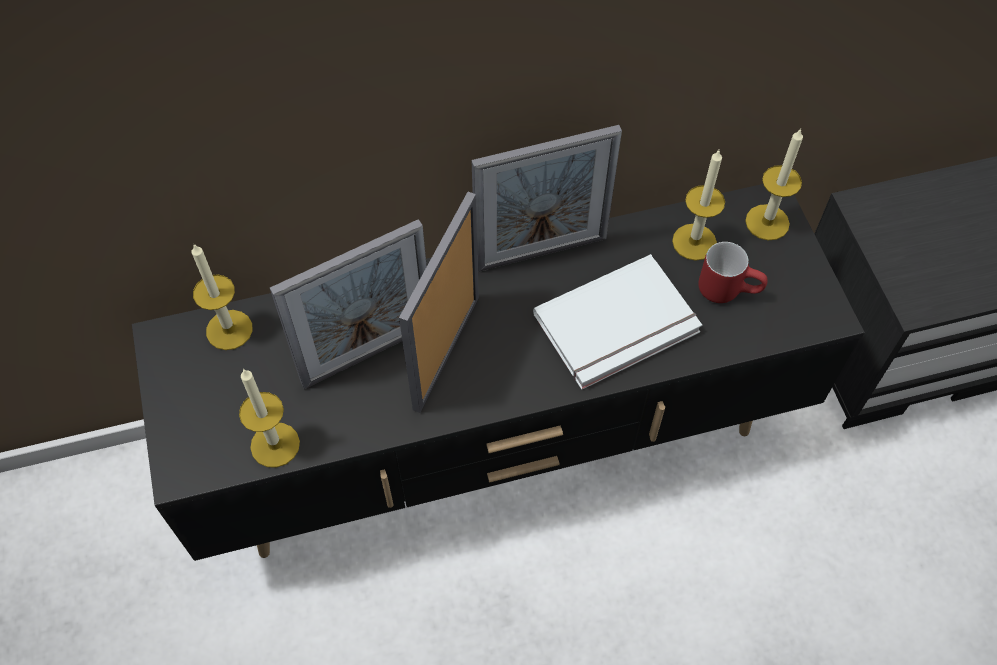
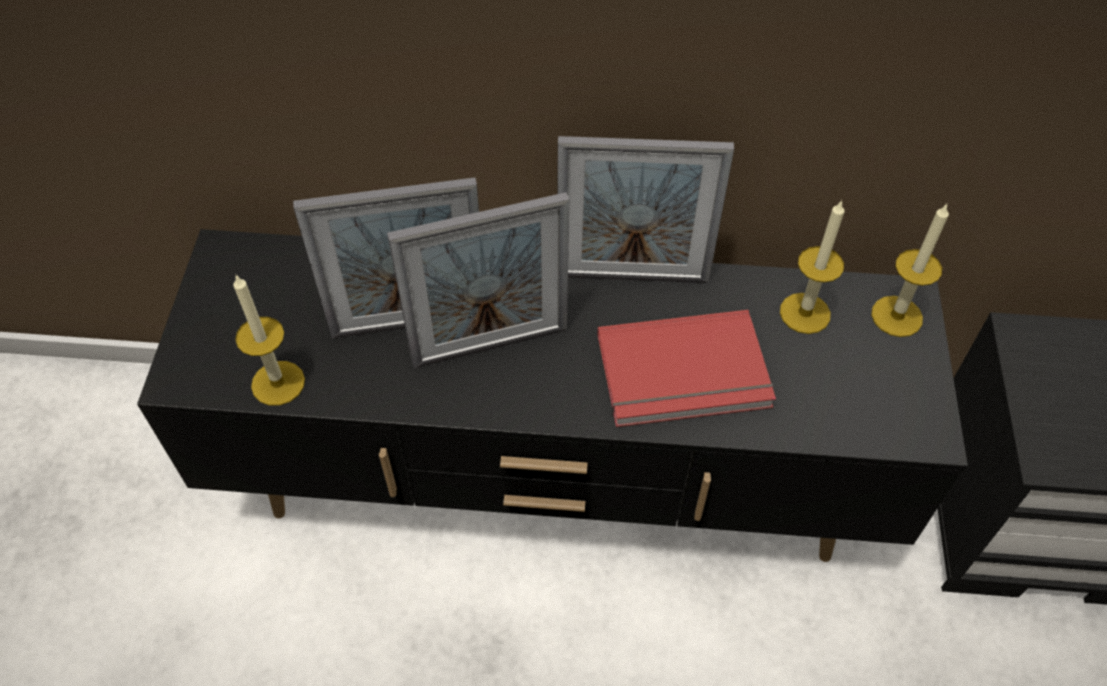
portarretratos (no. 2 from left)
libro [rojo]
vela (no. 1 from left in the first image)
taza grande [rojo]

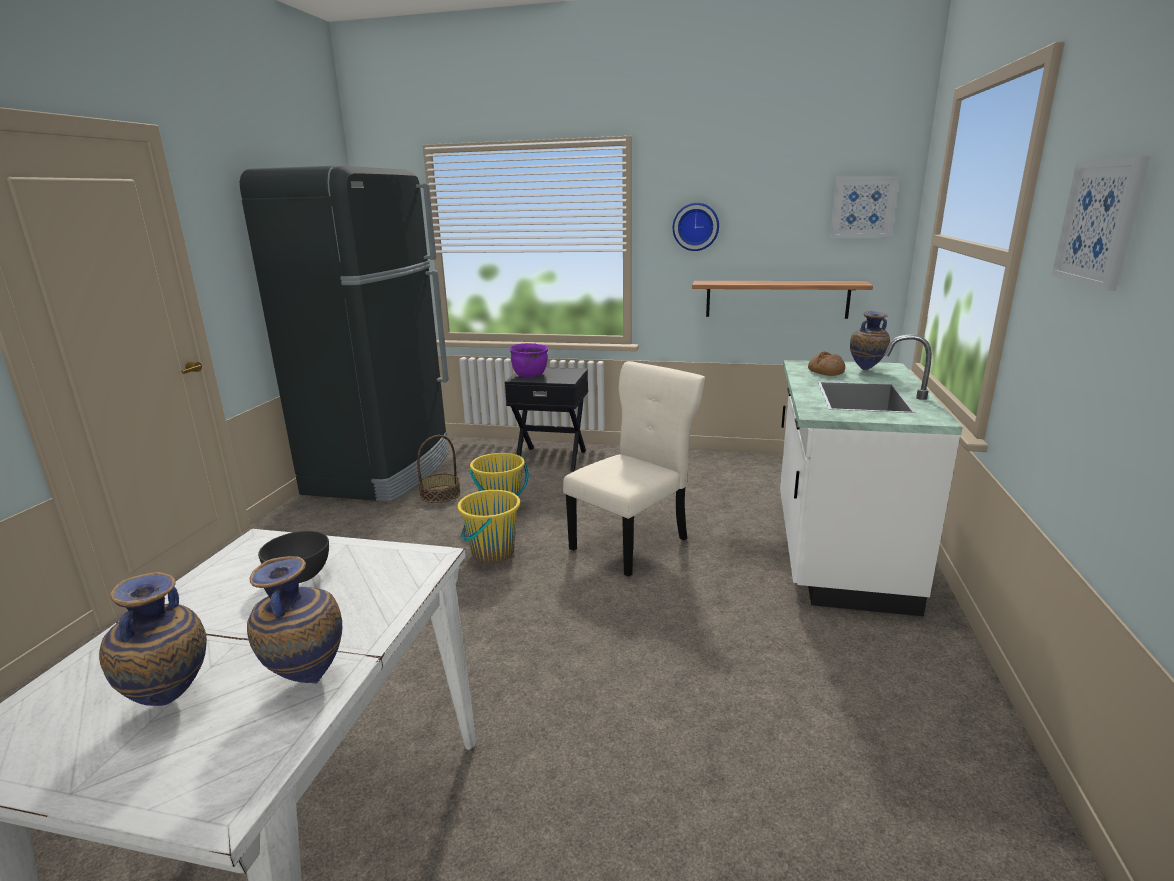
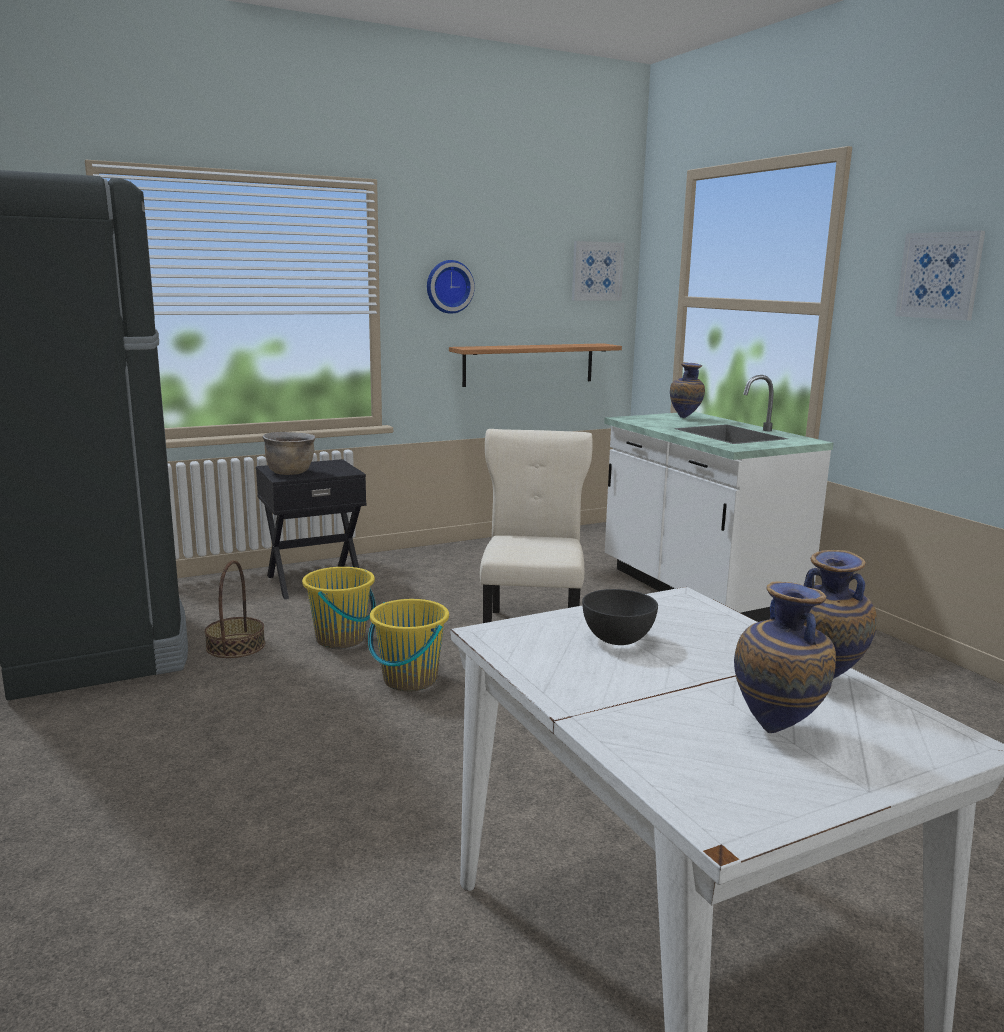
olla [marrón]
pan

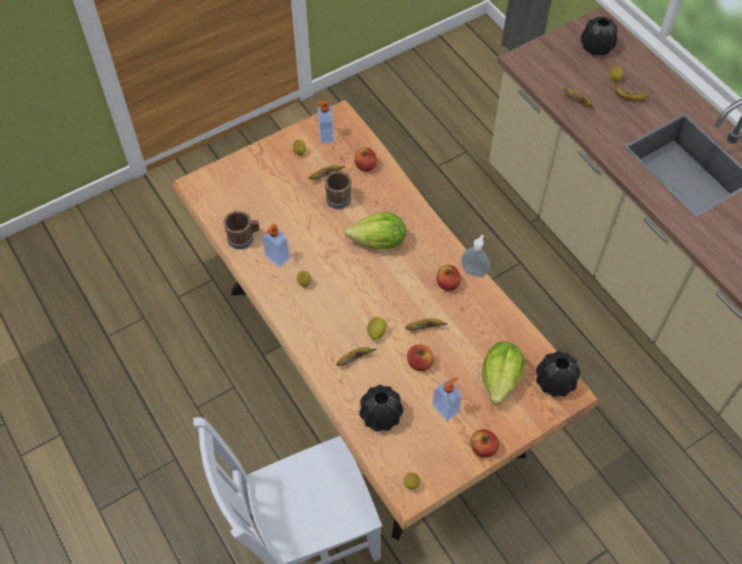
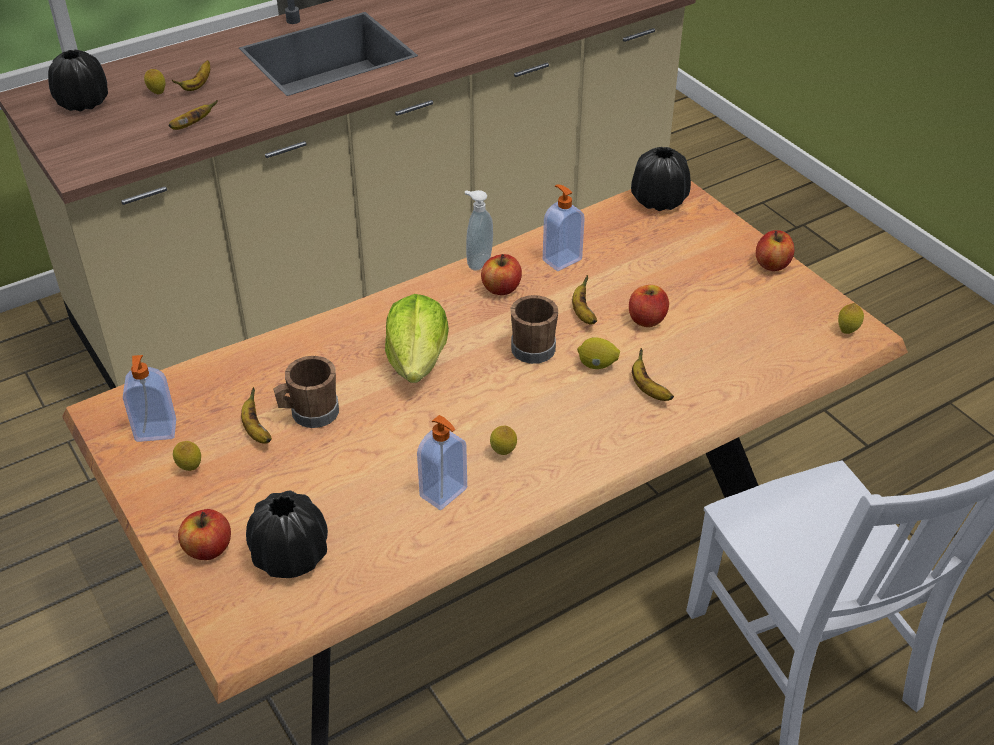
manzana (no. 1 from left)
florero [negro] (no. 2 from left)
taza grande [marrón] (no. 2 from left)
dispensador de jabón (no. 4 from left)
lechuga (no. 2 from left in the first image)

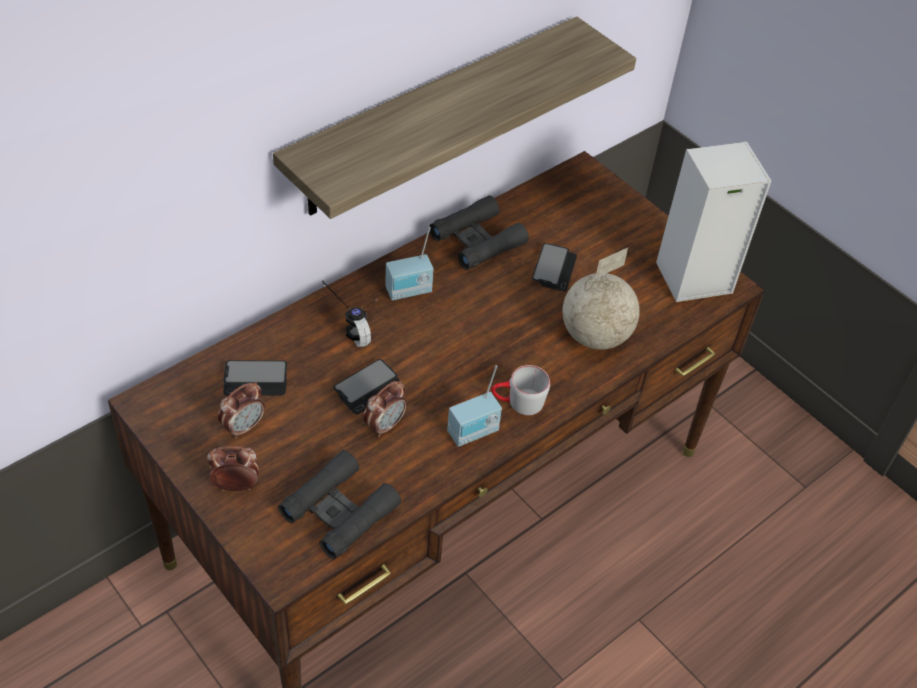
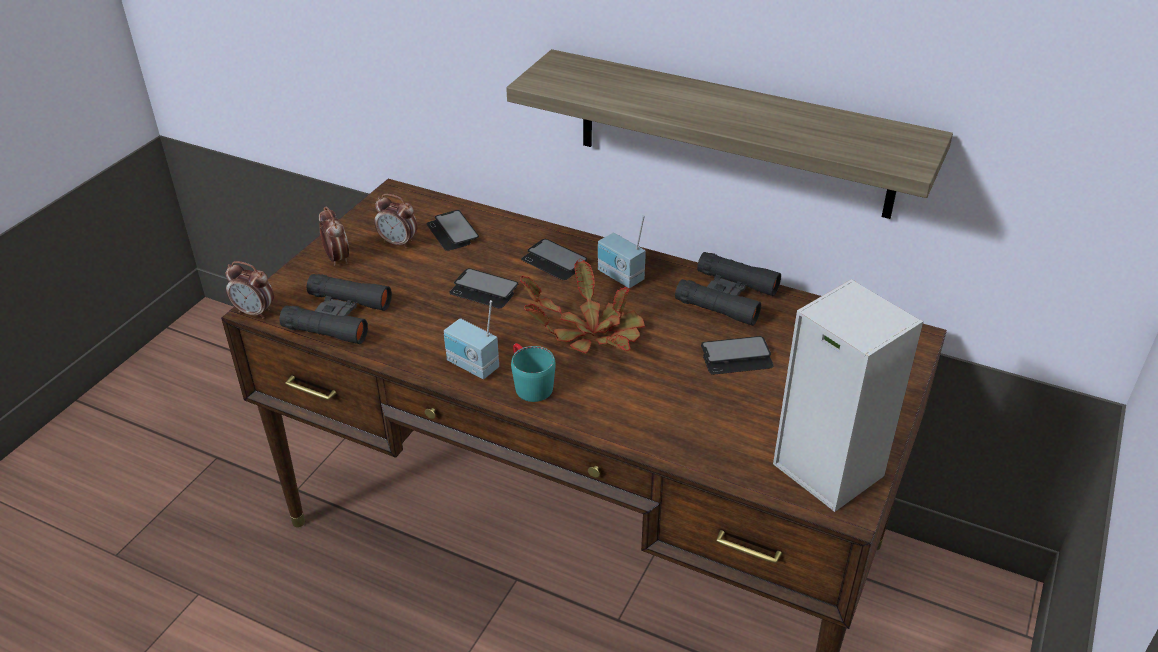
despertador (no. 1 from left)
taza grande [turquesa]
planta en maceta
móvil (no. 3 from left)
globo terráqueo

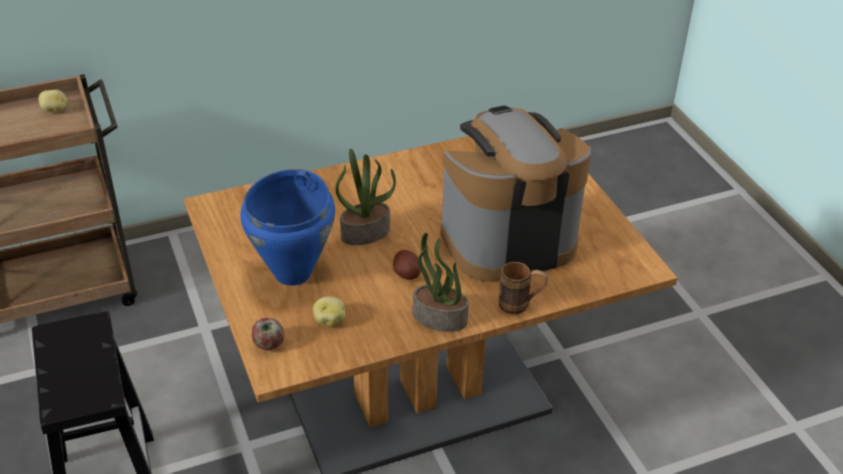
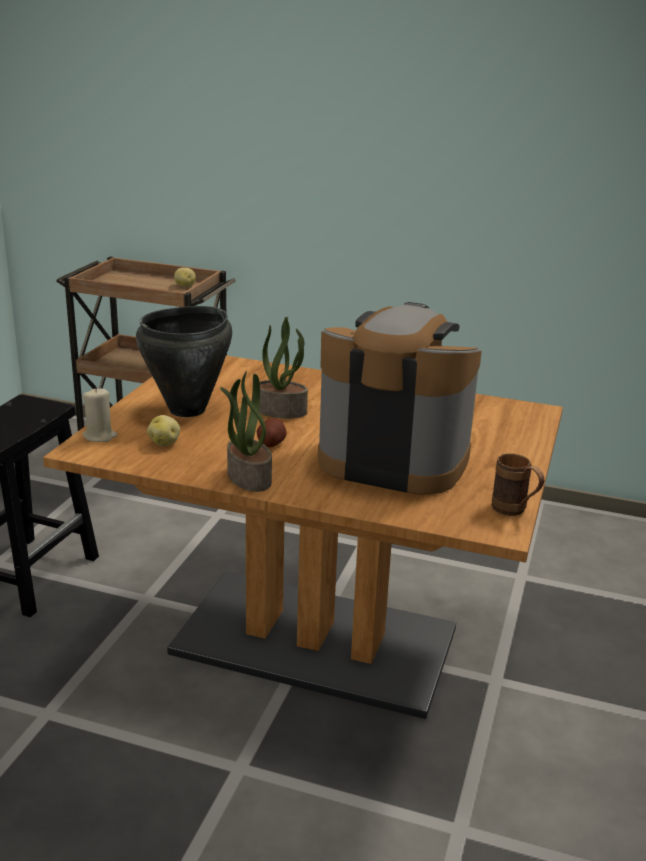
vela [beis]
olla [negro]
taza grande [marrón]

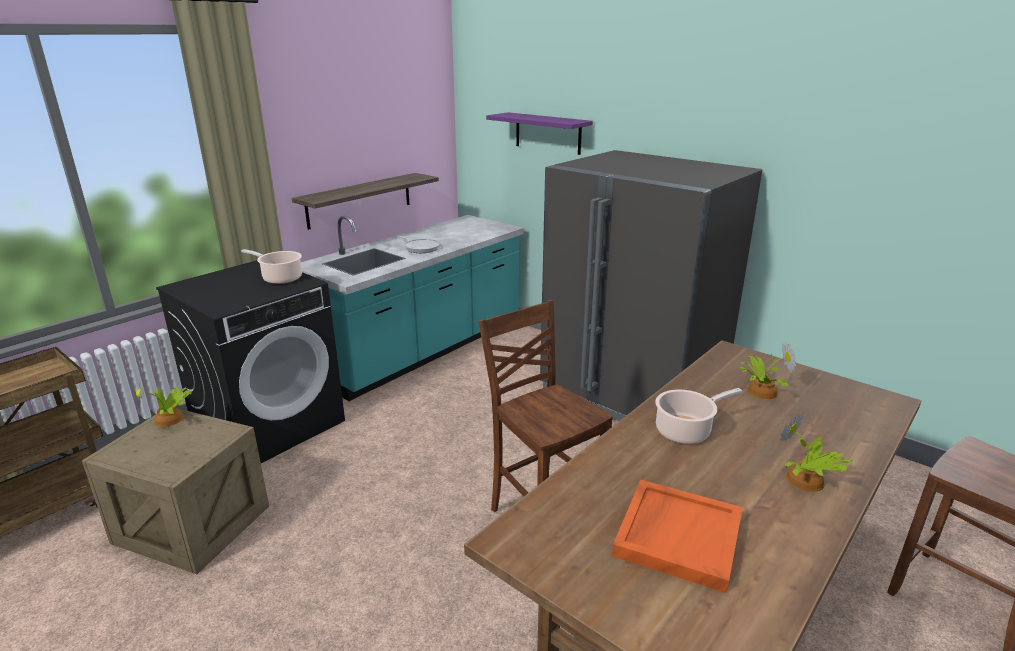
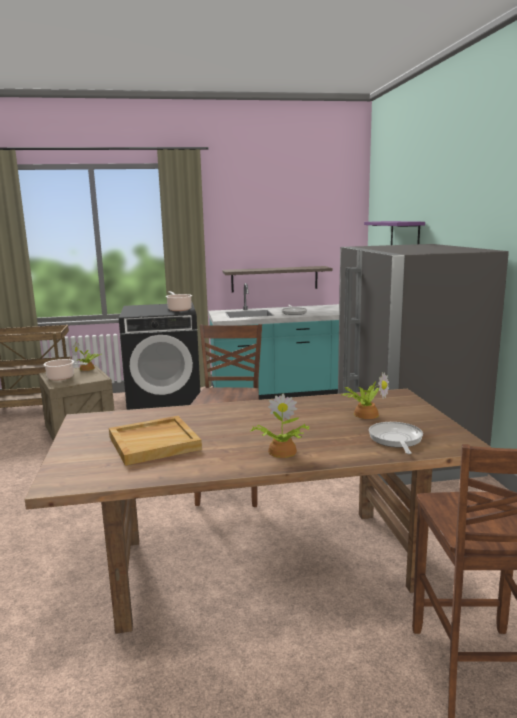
olla (no. 1 from left)
bandeja [beis]
sartén (no. 2 from left)

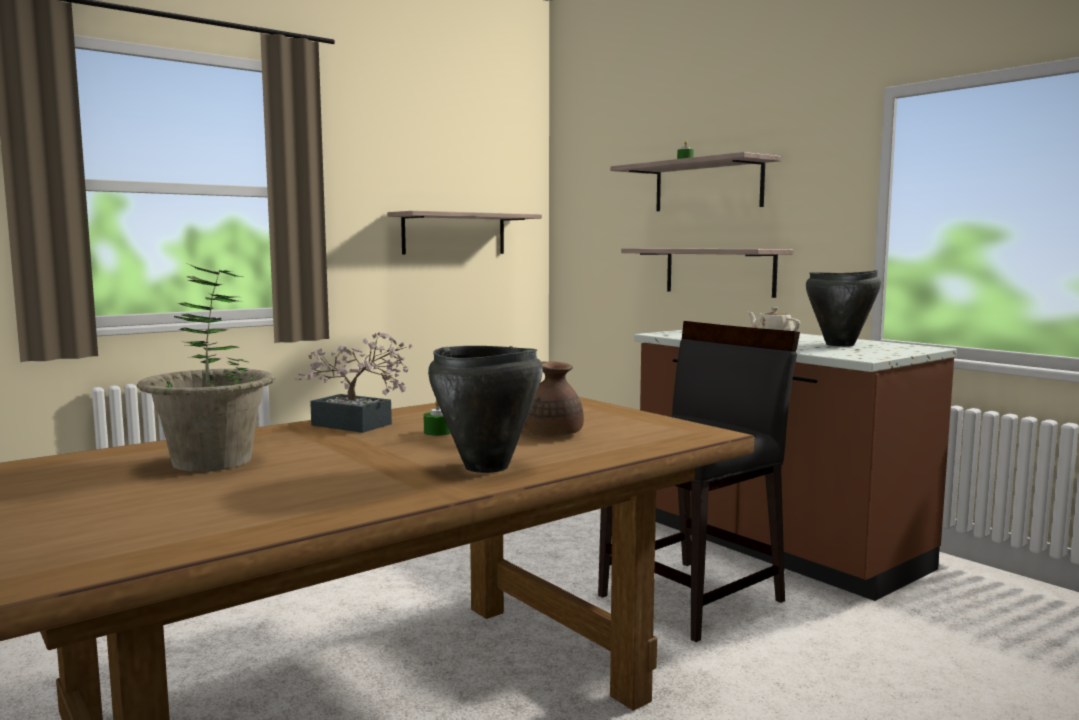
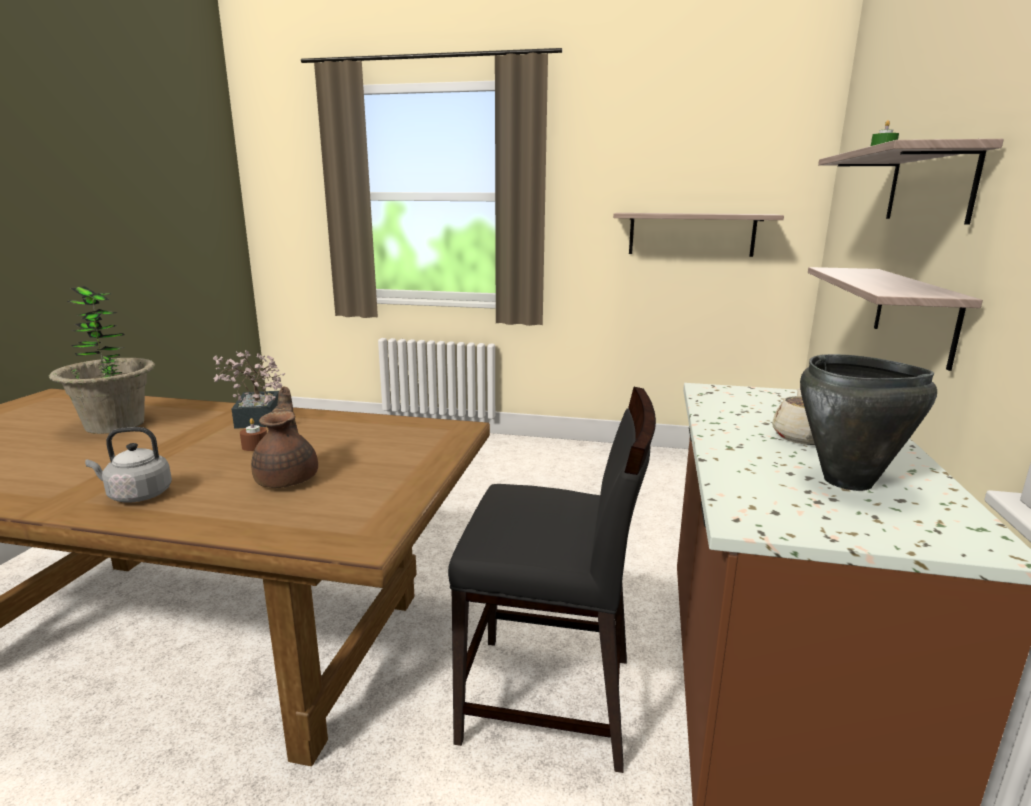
hervidor [gris]
vela [marrón]

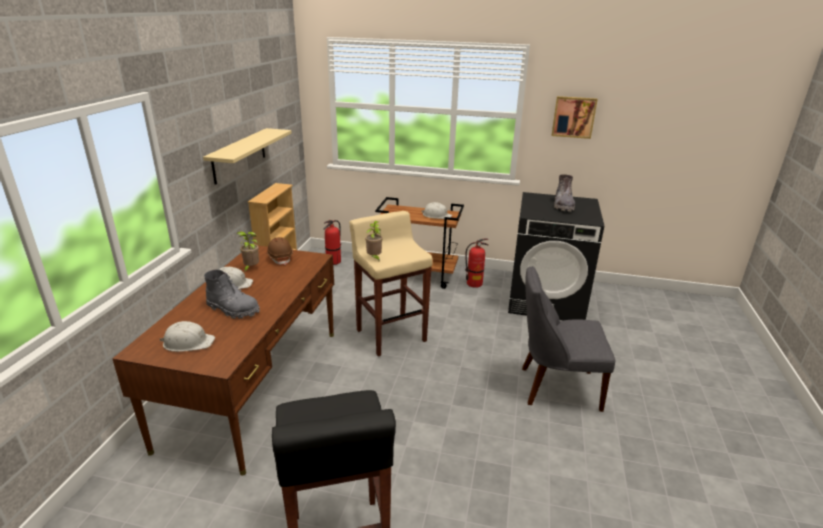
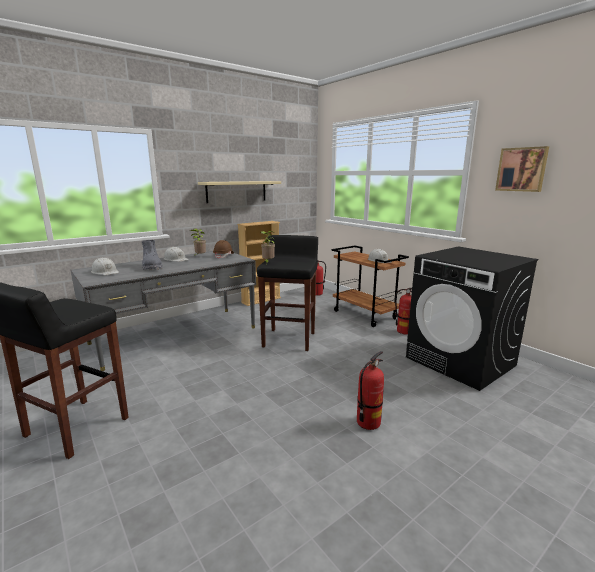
escritorio [gris]
taburete [negro] (no. 2 from left)
extintor (no. 2 from left)
bota [gris] (no. 2 from left in the first image)

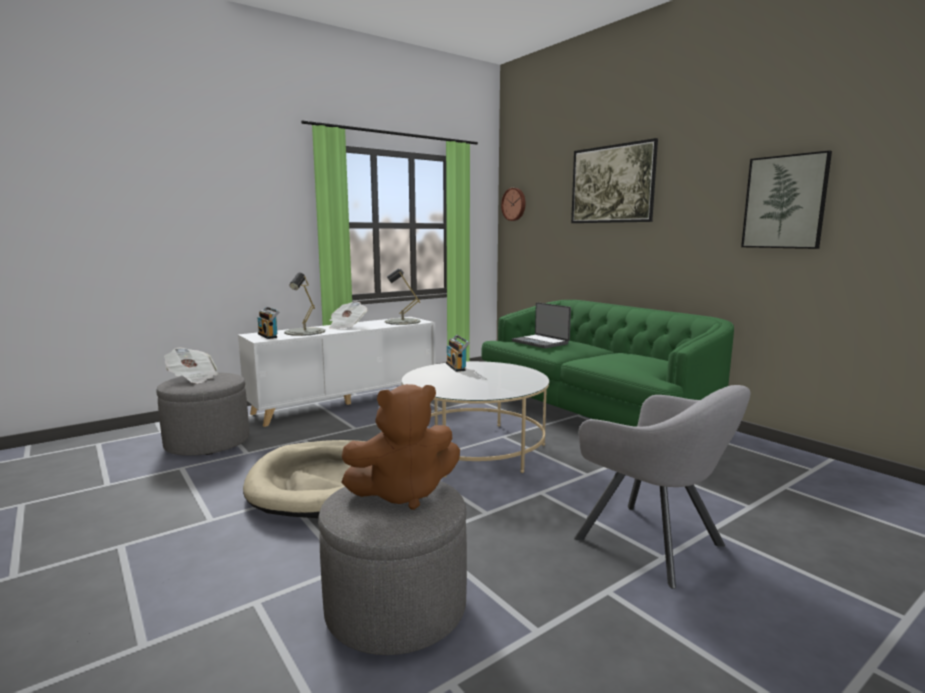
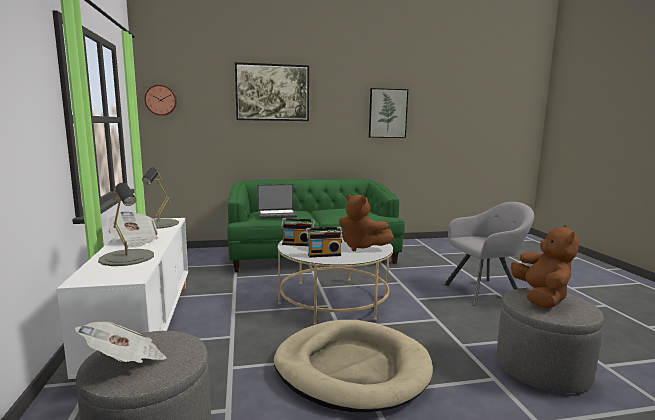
radio (no. 2 from left)
peluche [marrón] (no. 1 from left)

